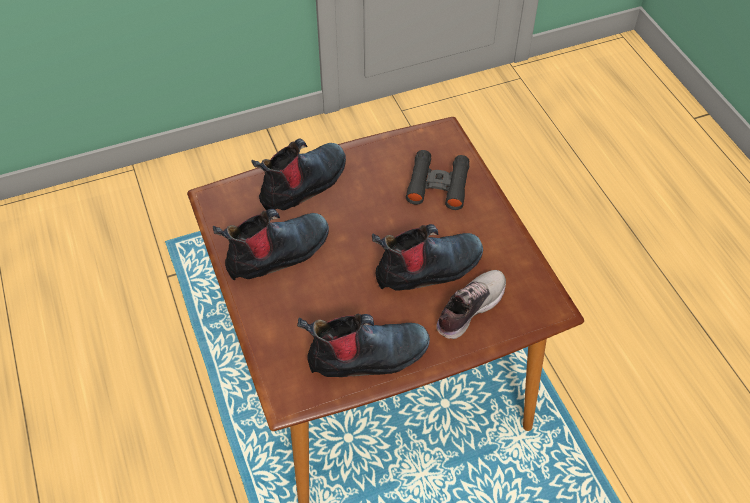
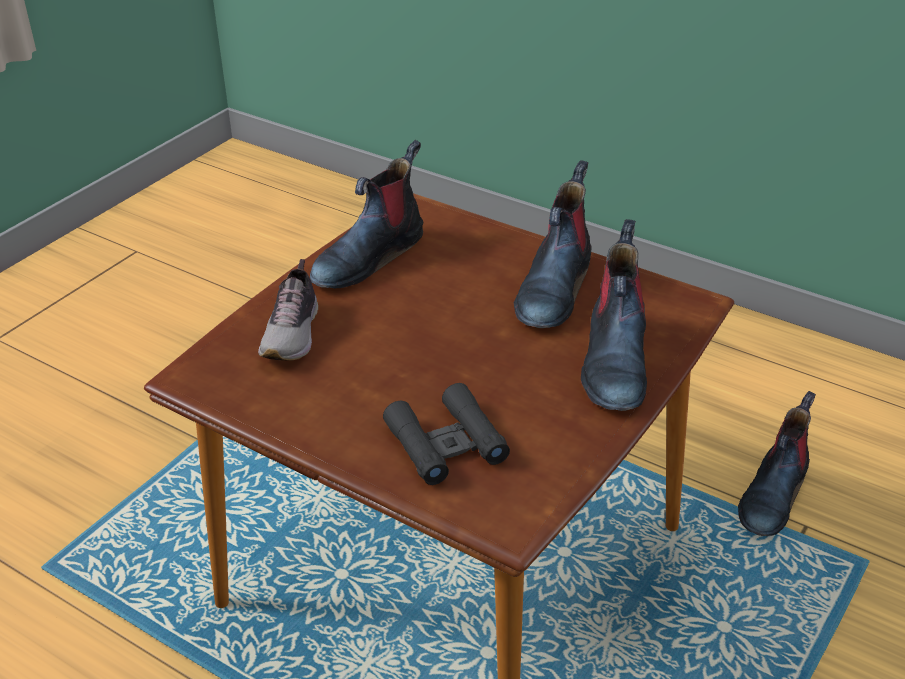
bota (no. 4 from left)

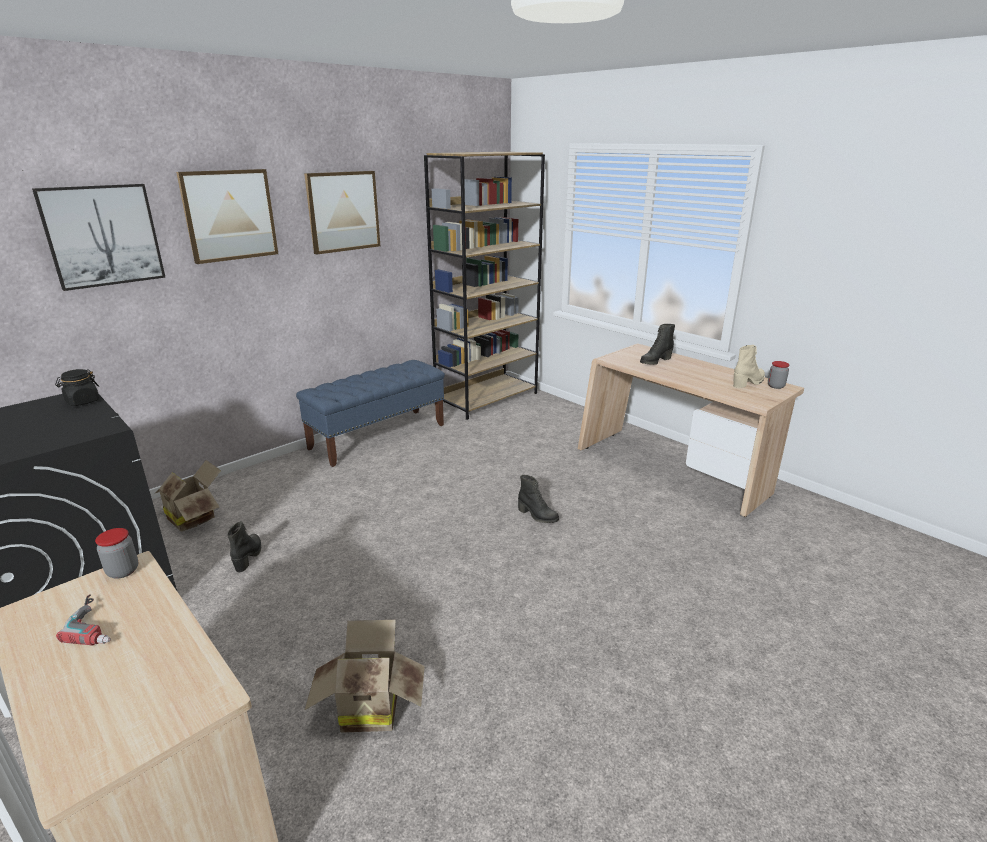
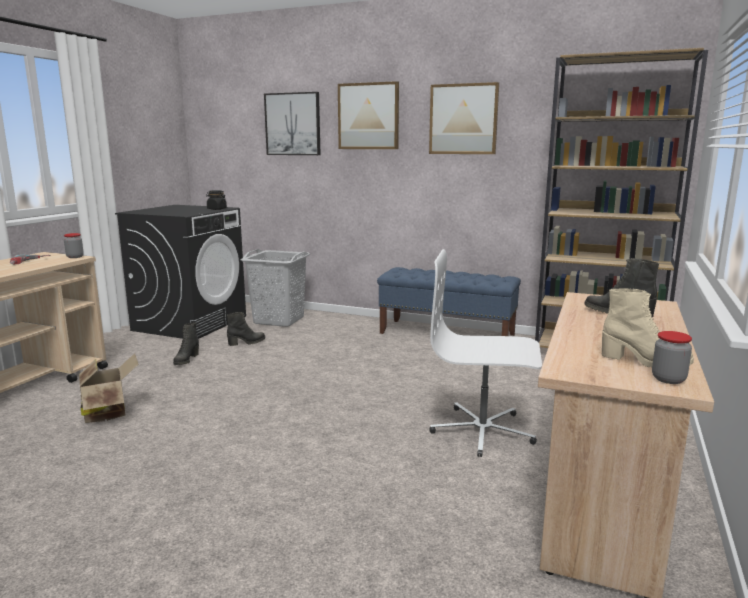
bota [negro] (no. 1 from left)
cesto de la ropa [gris]
silla de oficina [blanco]

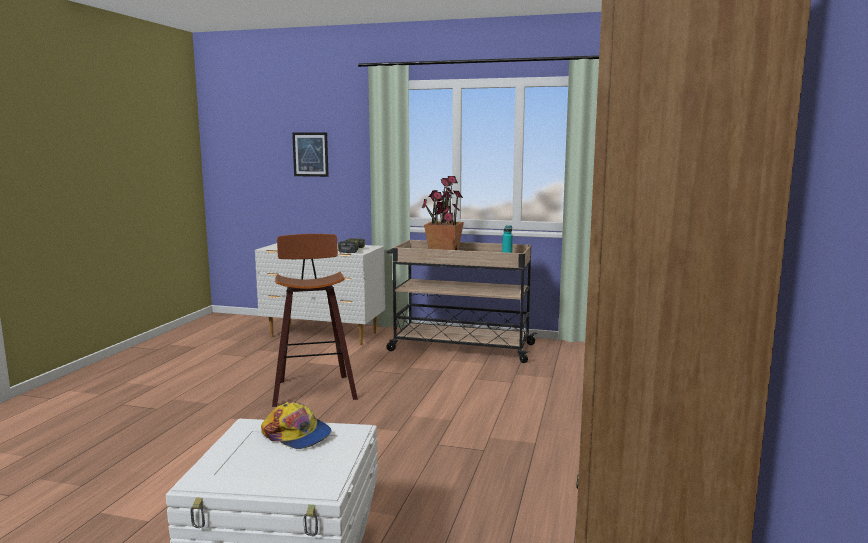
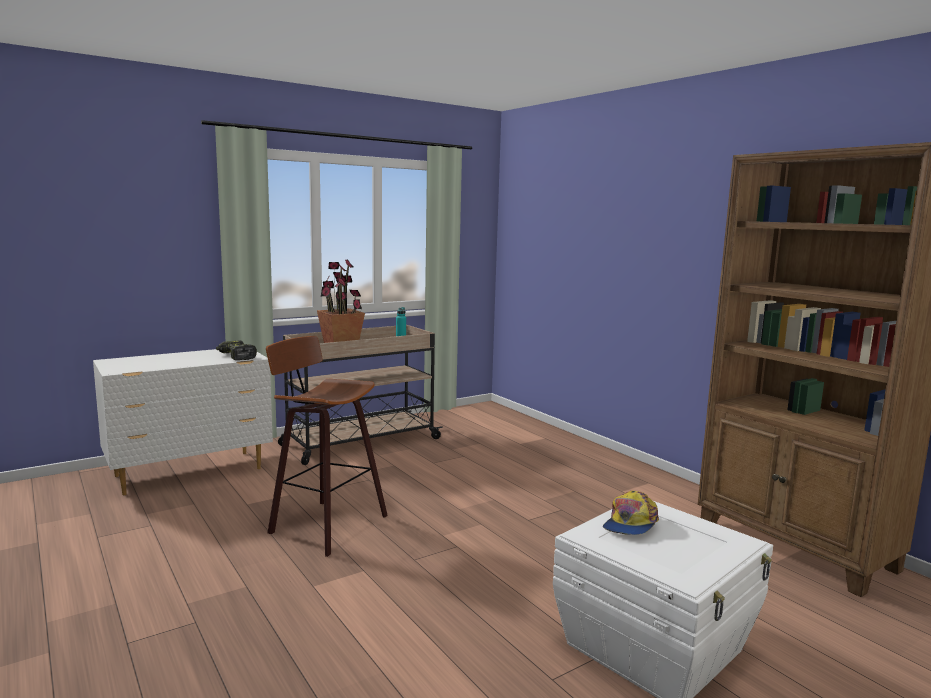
gorra
cuadro

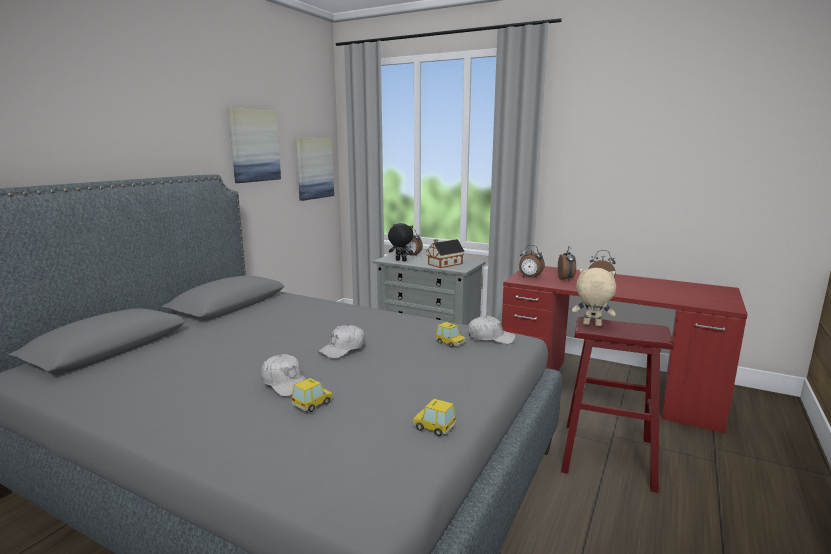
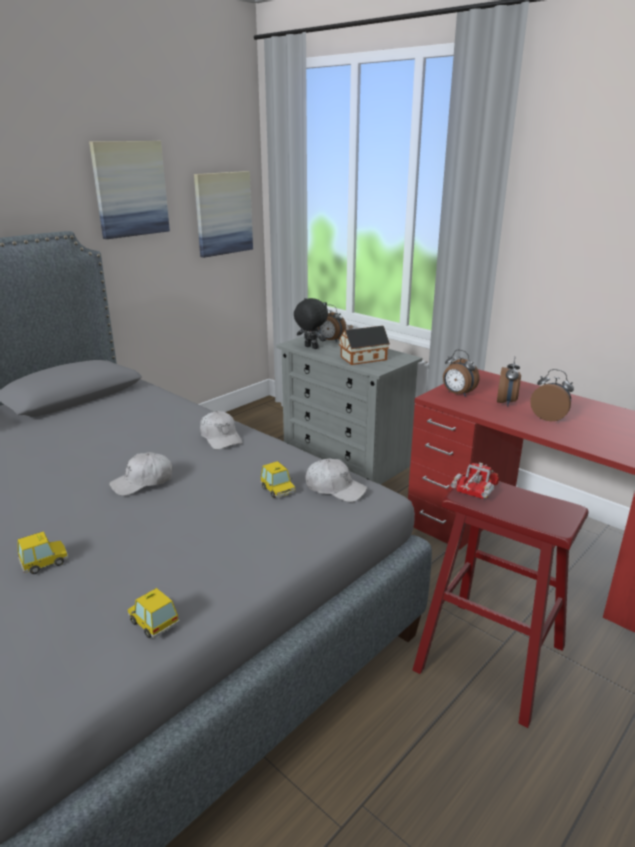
gorra [blanco] (no. 2 from left)
camión de juguete

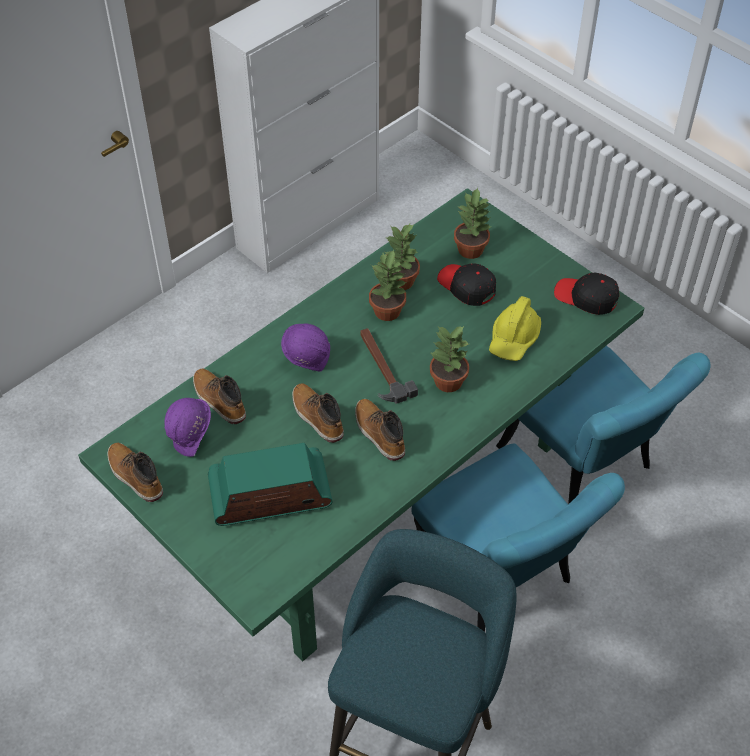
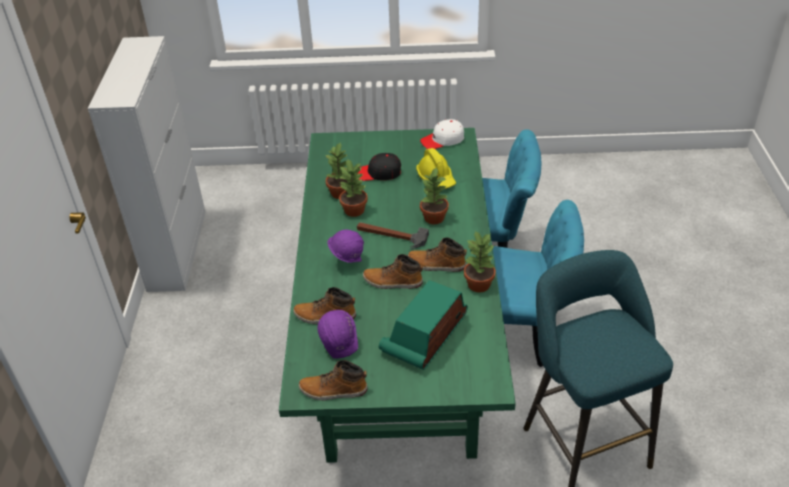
gorra [blanco]
planta en maceta (no. 4 from left)

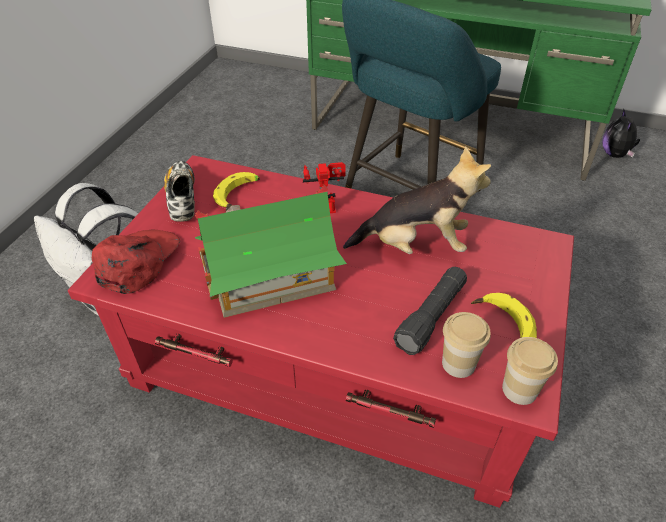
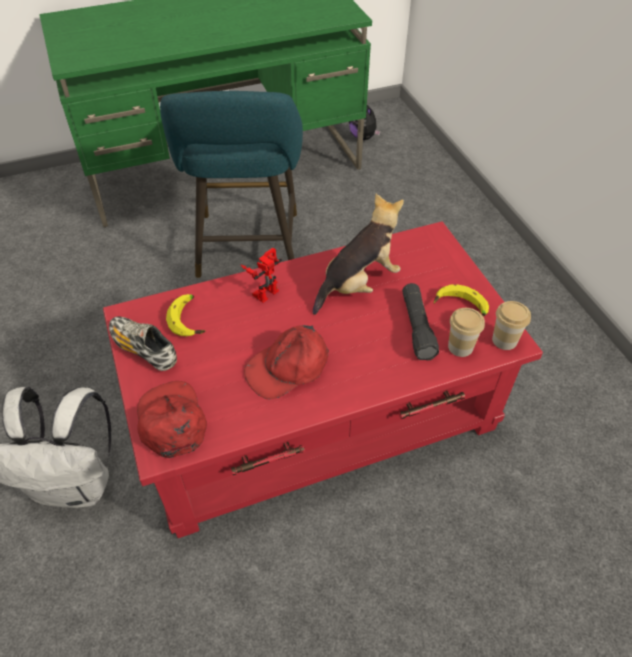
gorra [rojo] (no. 2 from left)

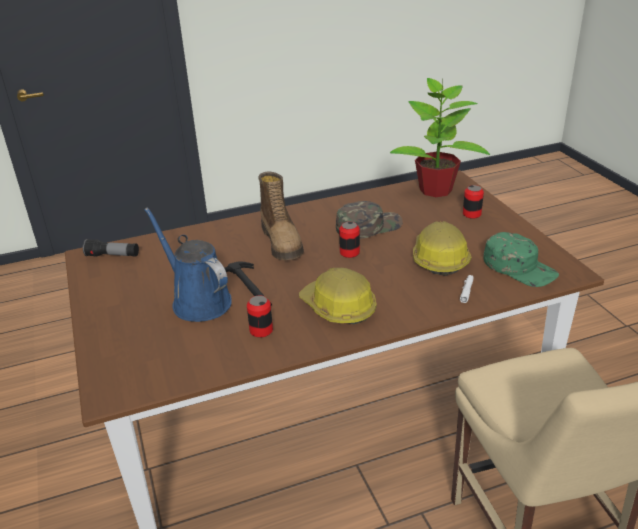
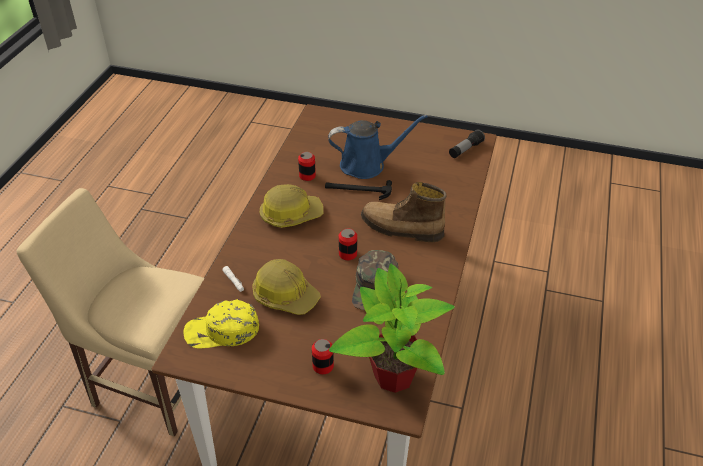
gorra [amarillo]

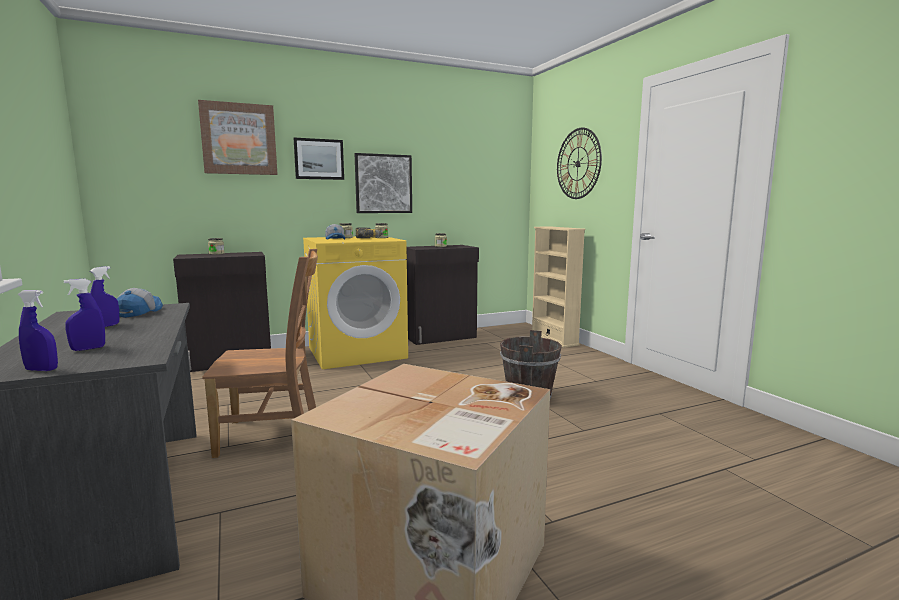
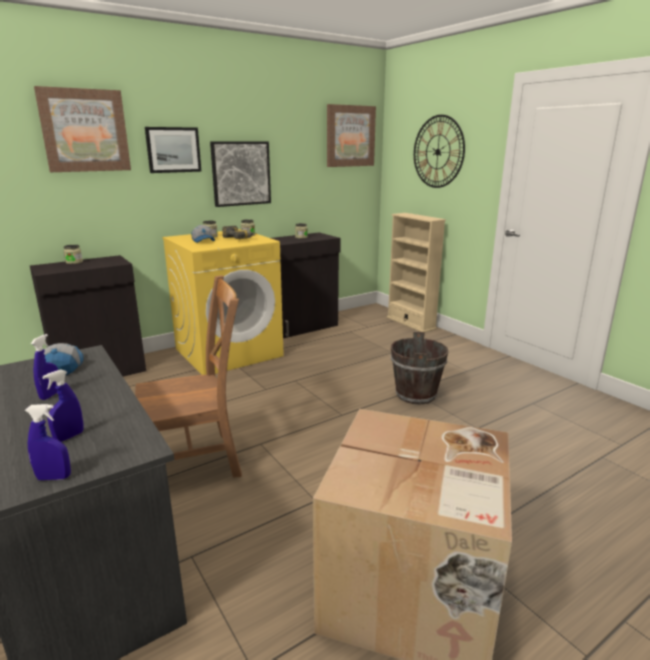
cuadro (no. 4 from left)

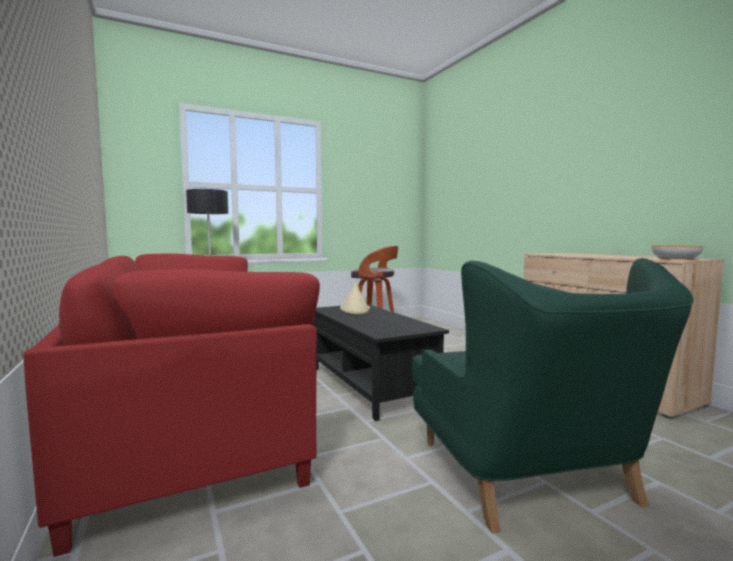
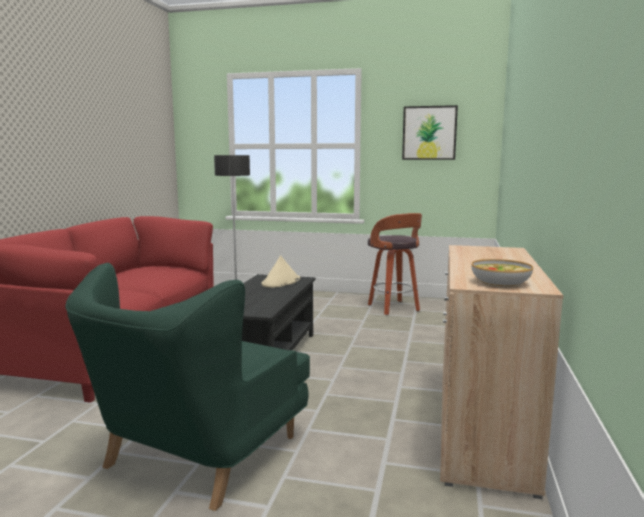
cuadro

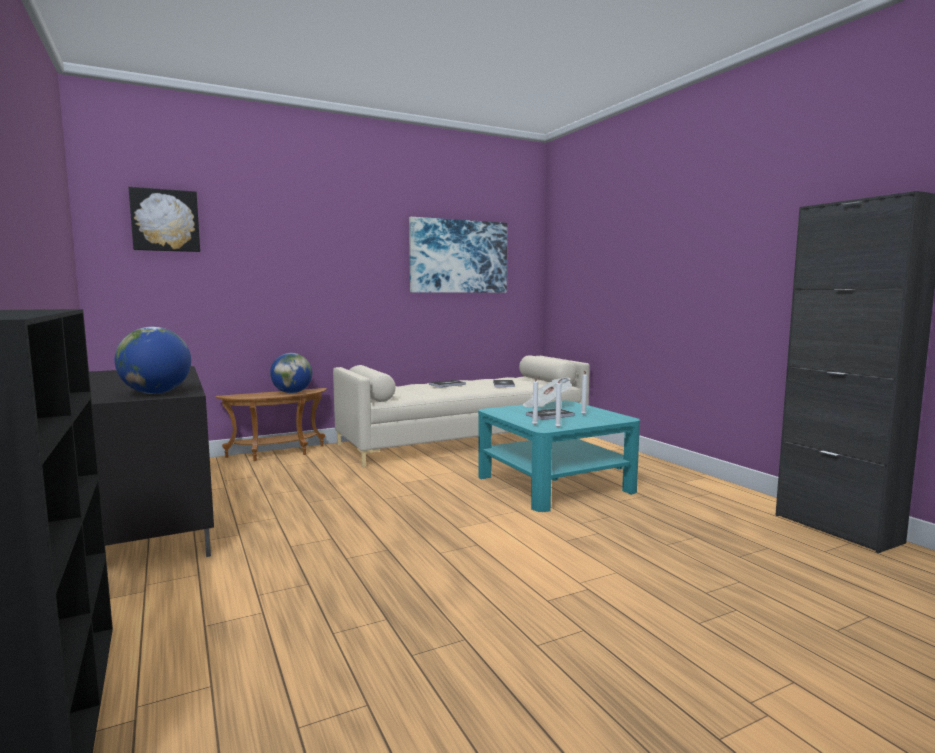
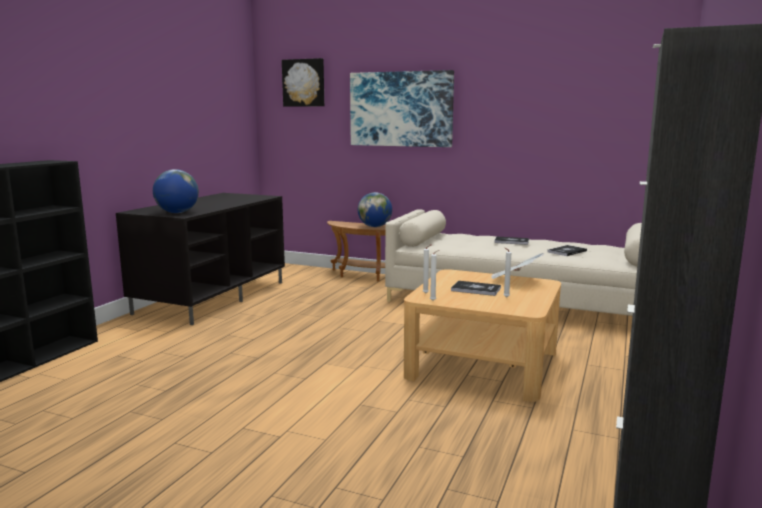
cuadro (no. 2 from left)
mesa de centro [beis]

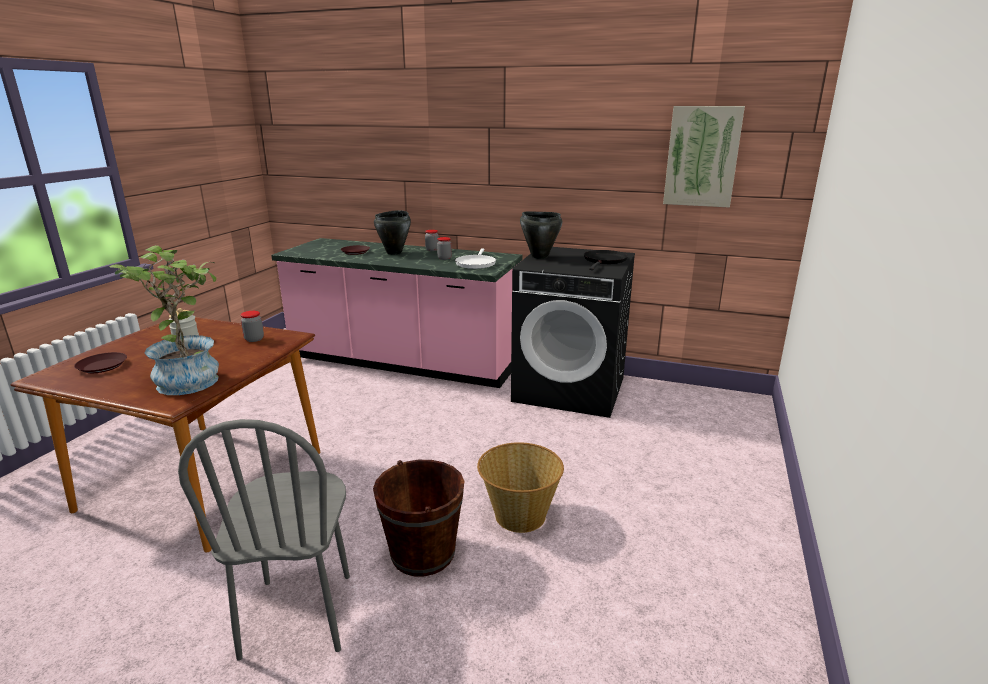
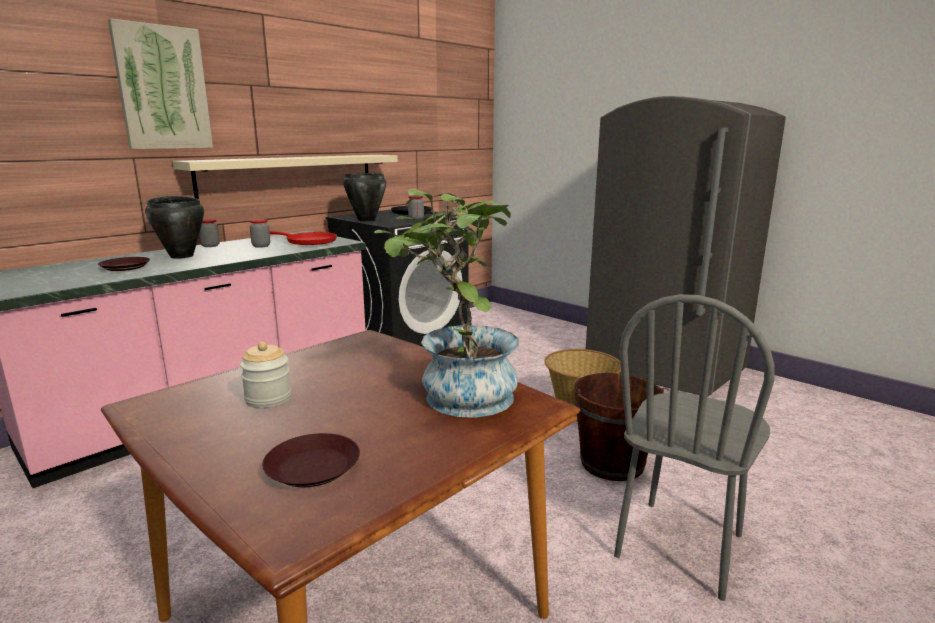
cuadro
estante [beis]
sartén [rojo]
tarro (no. 4 from left)
nevera [gris]
silla [gris]

